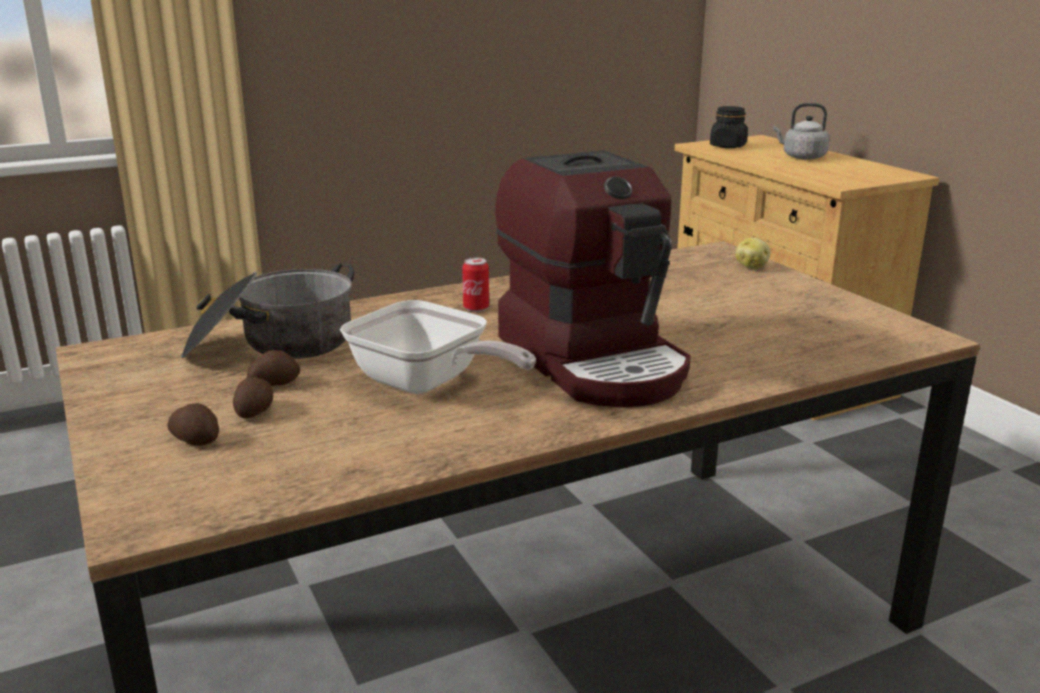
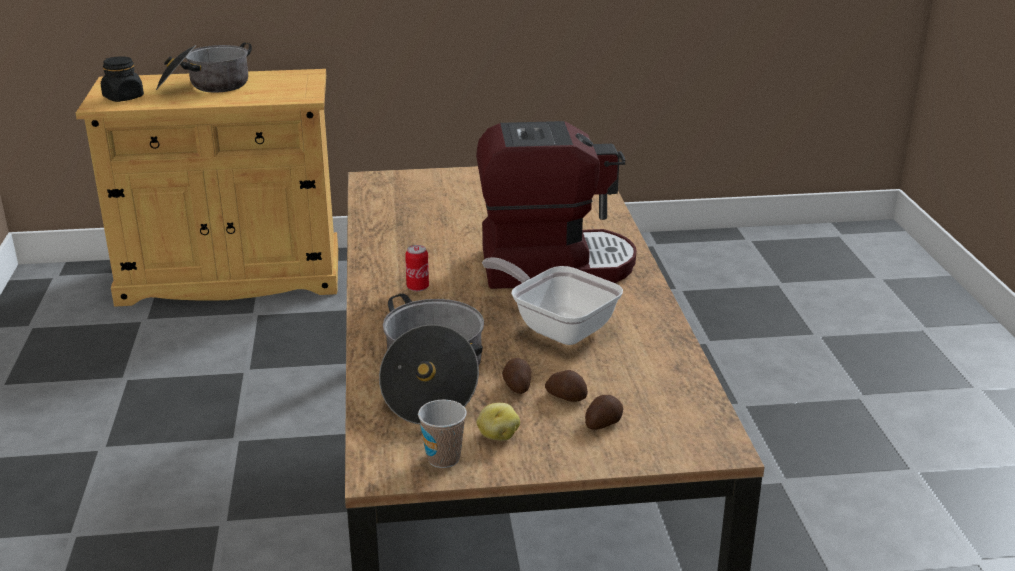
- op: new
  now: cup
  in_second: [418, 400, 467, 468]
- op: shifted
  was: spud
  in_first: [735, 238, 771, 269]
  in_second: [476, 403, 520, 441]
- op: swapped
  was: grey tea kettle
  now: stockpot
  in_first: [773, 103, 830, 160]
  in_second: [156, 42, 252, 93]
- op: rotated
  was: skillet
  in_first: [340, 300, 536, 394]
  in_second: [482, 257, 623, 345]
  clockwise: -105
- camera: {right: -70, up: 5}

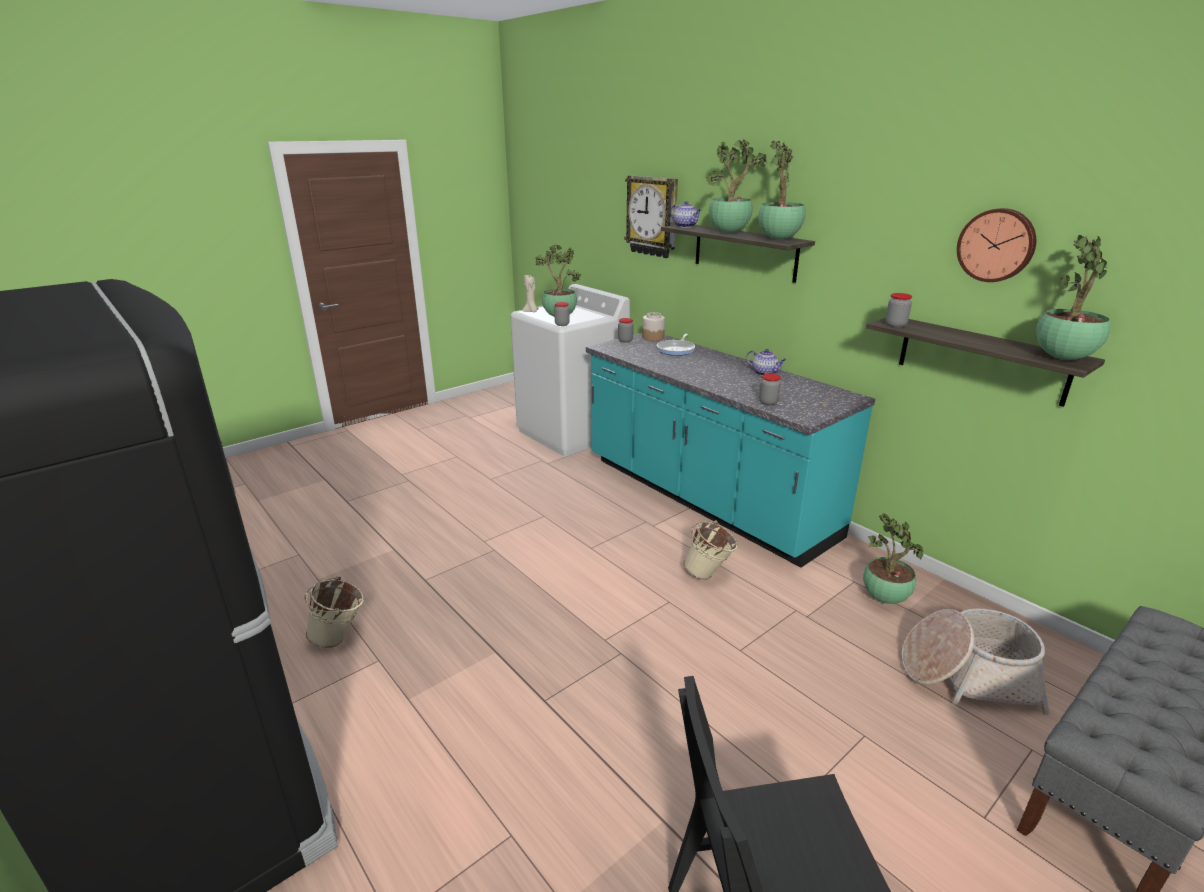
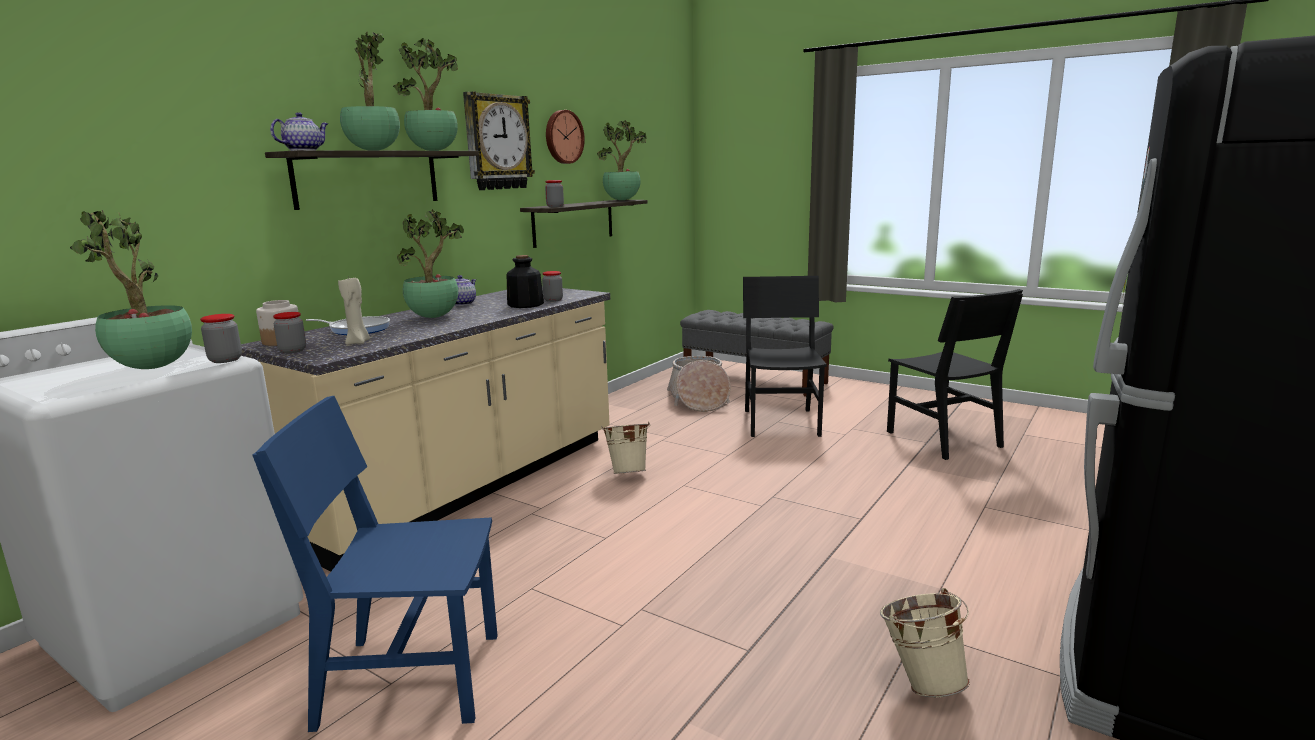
- op: new
  now: blue upright chair
  in_second: [253, 396, 498, 732]
- op: new
  now: beverage bottle
  in_second: [507, 255, 544, 308]
- op: new
  now: blackish upright chair
  in_second: [743, 276, 827, 437]
- op: shifted
  was: sand-coloured wax light
  in_first: [522, 274, 539, 312]
  in_second: [338, 276, 370, 345]
- op: shifted
  was: clock on the wall
  in_first: [624, 175, 678, 258]
  in_second: [463, 91, 535, 190]
- op: shifted
  was: plant in a pot
  in_first: [863, 513, 923, 604]
  in_second: [397, 209, 464, 318]
- op: repainted
  was: blue-green kitchen counter
  now: sand-coloured kitchen counter
  in_first: [586, 333, 875, 568]
  in_second: [241, 286, 610, 571]
- camera: {right: -105, up: -10}

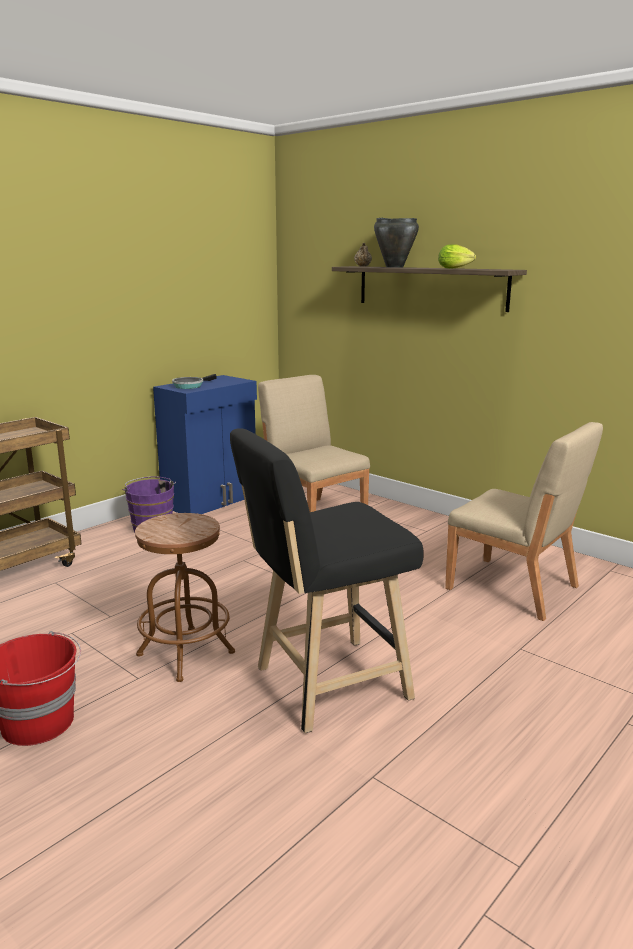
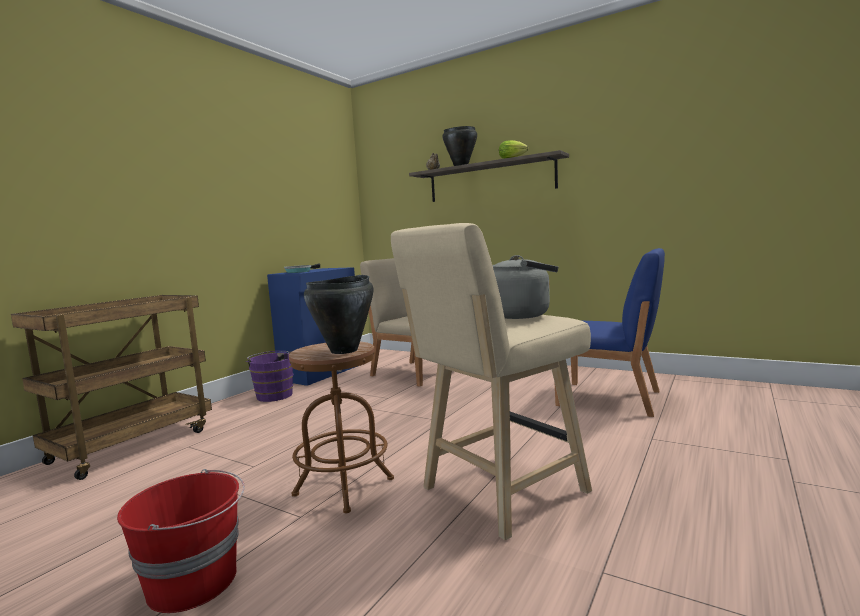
- op: new
  now: blackish stockpot
  in_second: [304, 275, 373, 354]
- op: new
  now: grey tea kettle
  in_second: [492, 255, 558, 319]
- op: repainted
  was: blackish stool
  now: sand-coloured stool
  in_first: [230, 428, 424, 733]
  in_second: [391, 223, 592, 541]
- op: repainted
  was: sand-coloured upright chair
  now: blue upright chair
  in_first: [445, 422, 603, 621]
  in_second: [555, 248, 665, 417]
- camera: {right: -10, up: -10}

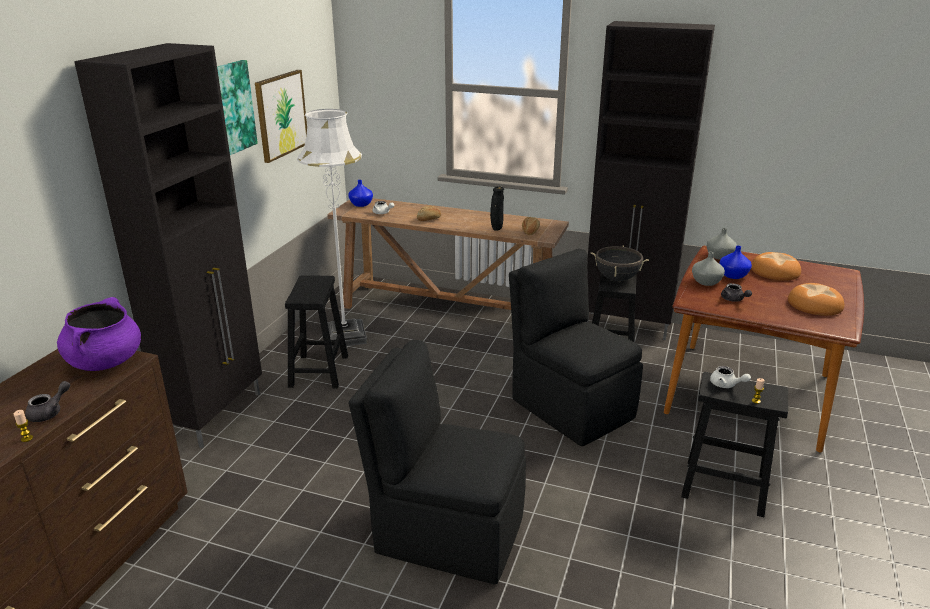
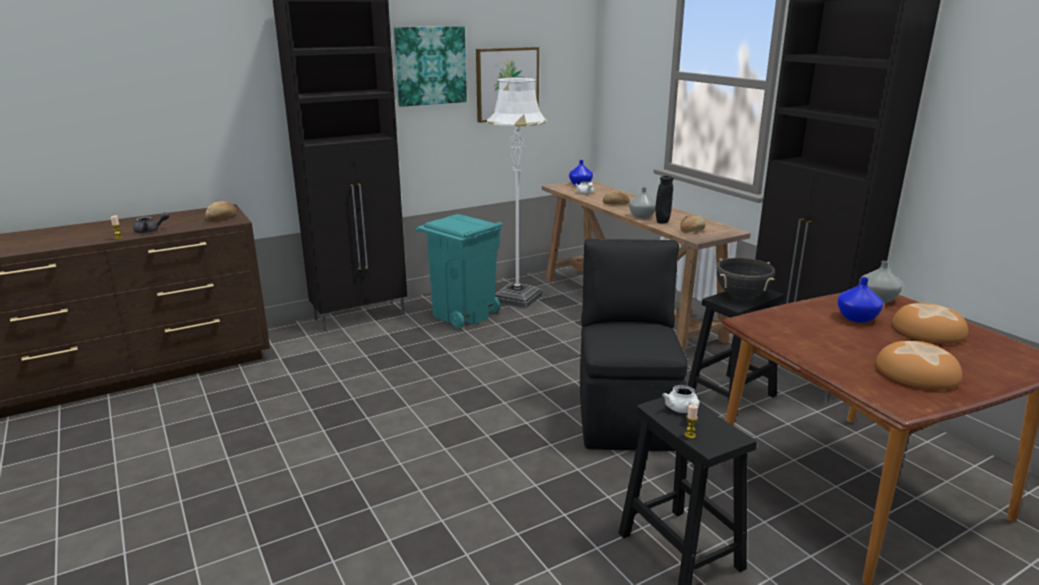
- op: gone
  was: blackish upright chair
  in_first: [349, 340, 526, 585]
- op: gone
  was: grey teapot
  in_first: [721, 283, 752, 302]
- op: shifted
  was: grey decorative vase
  in_first: [692, 252, 725, 286]
  in_second: [629, 187, 656, 218]
- op: swapped
  was: purplish stockpot
  now: bread
  in_first: [57, 297, 141, 371]
  in_second: [205, 201, 236, 221]
- op: swapped
  was: blackish stool
  now: blue-green waste bin
  in_first: [285, 275, 348, 388]
  in_second: [416, 214, 503, 328]
- camera: {right: 40, up: -5}

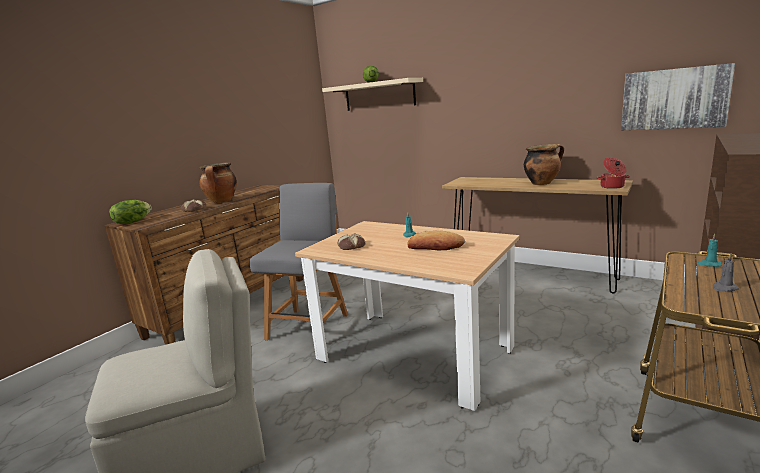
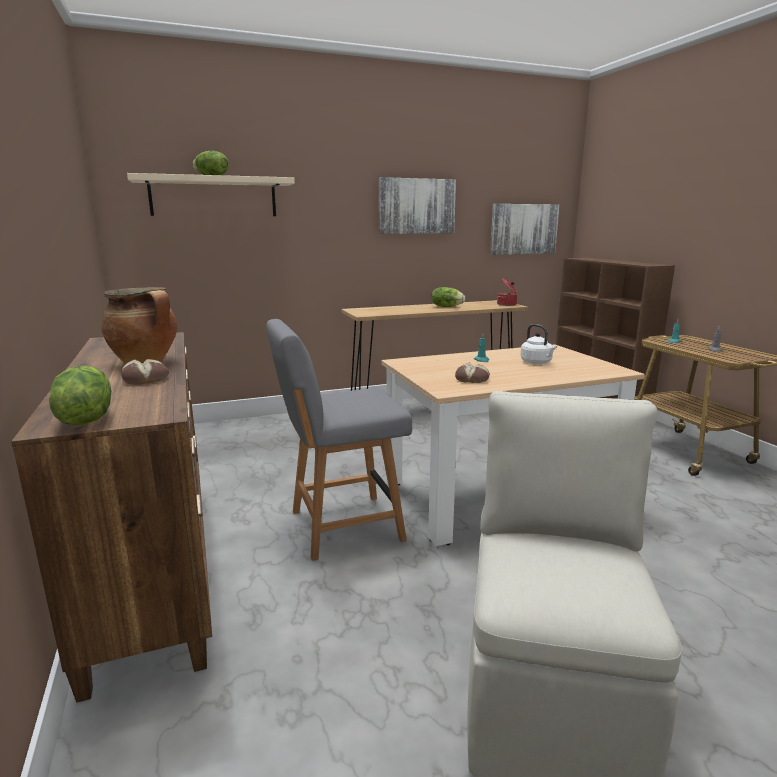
- op: new
  now: wall art
  in_second: [379, 177, 456, 234]
- op: swapped
  was: bread
  now: white-coloured tea kettle
  in_first: [407, 231, 465, 250]
  in_second: [520, 324, 557, 364]
- op: swapped
  was: stockpot
  now: lettuce
  in_first: [524, 144, 564, 185]
  in_second: [431, 287, 465, 307]
- op: rotated
  was: grey upright chair
  in_first: [249, 183, 348, 341]
  in_second: [266, 319, 412, 561]
  clockwise: -75
- camera: {right: -55, up: 0}

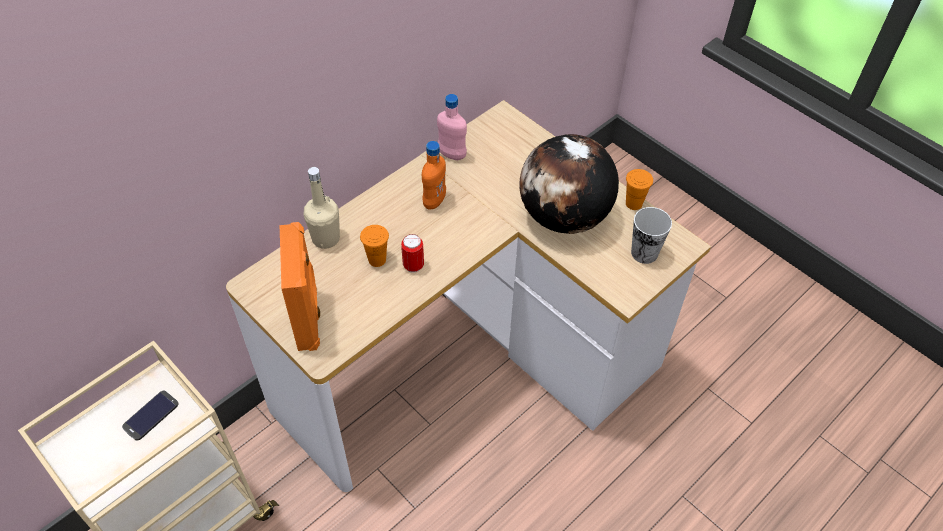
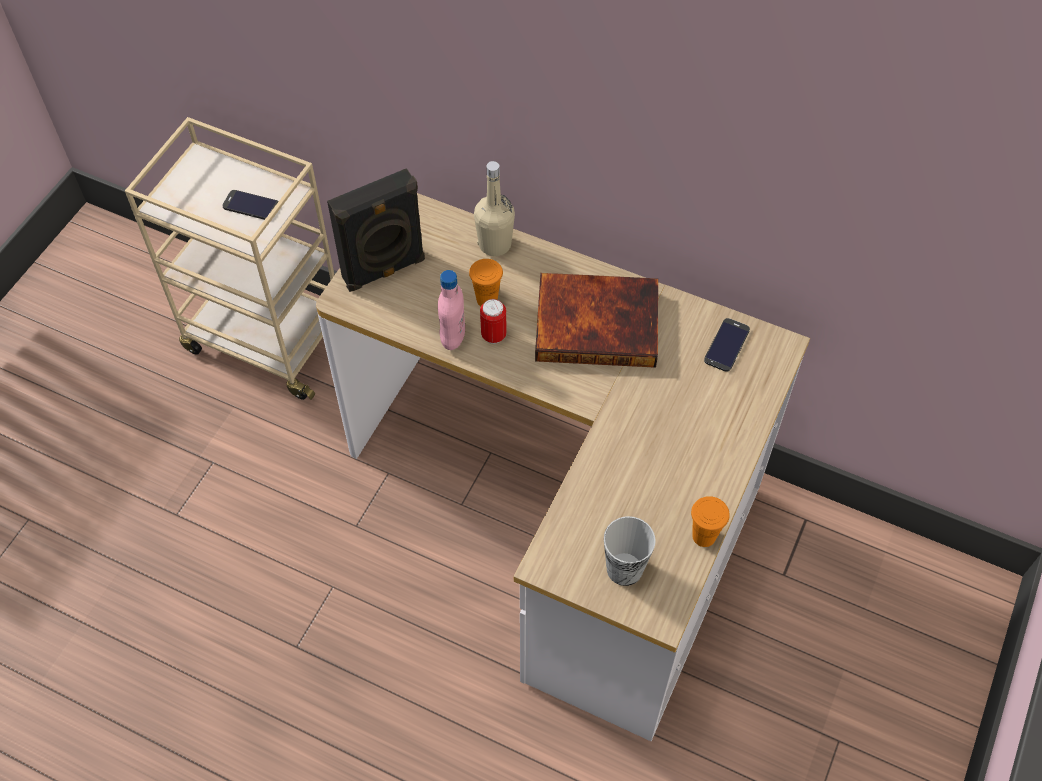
- op: gone
  was: world globe
  in_first: [519, 134, 619, 234]
- op: new
  now: telephone
  in_second: [704, 318, 750, 372]
- op: shifted
  was: pink-coloured beverage bottle
  in_first: [437, 94, 467, 160]
  in_second: [438, 270, 465, 350]
- op: swapped
  was: orange beverage bottle
  now: bound book
  in_first: [422, 141, 446, 210]
  in_second: [535, 273, 658, 368]
- op: repainted
  was: orange loudspeaker
  now: blackish loudspeaker
  in_first: [280, 222, 320, 351]
  in_second: [327, 168, 425, 292]
- camera: {right: 70, up: 5}

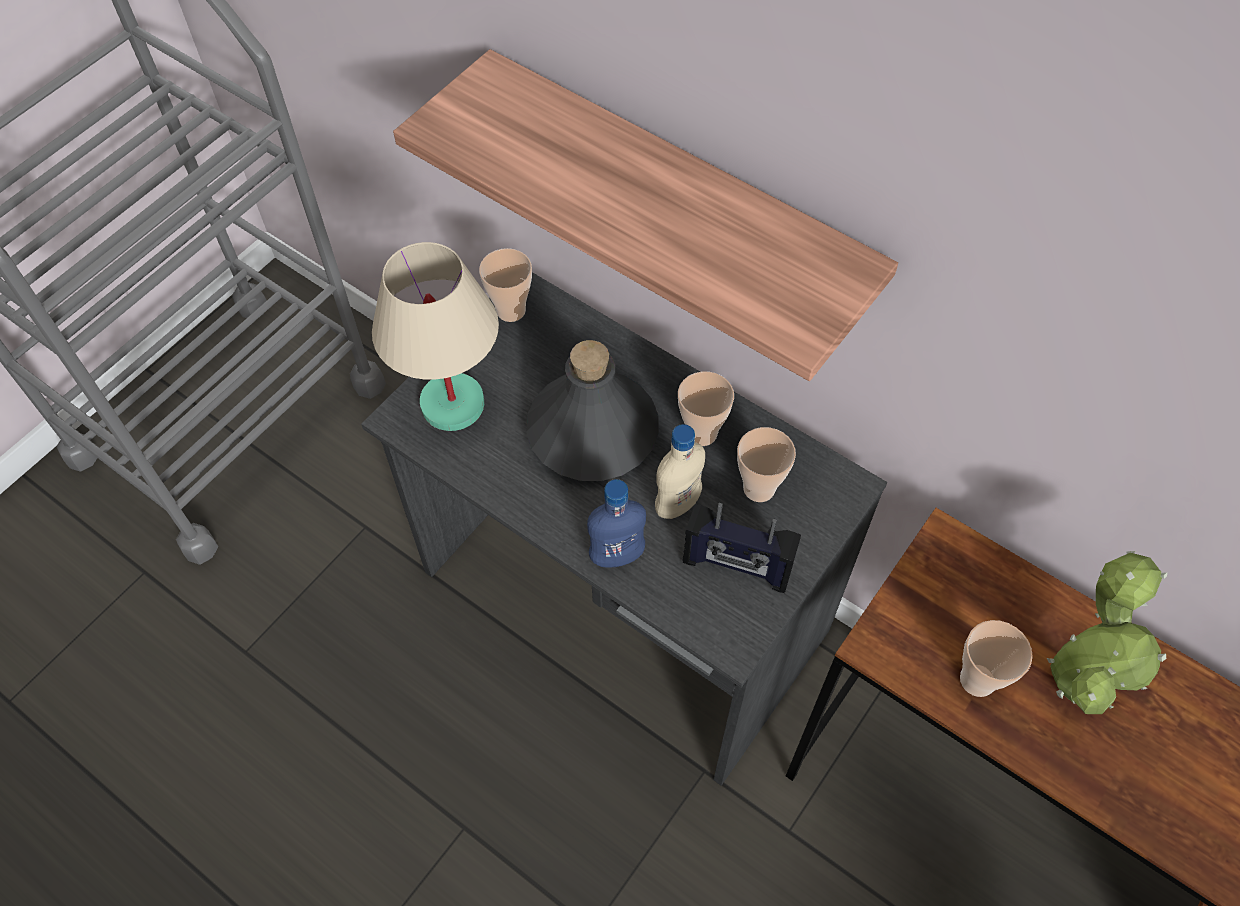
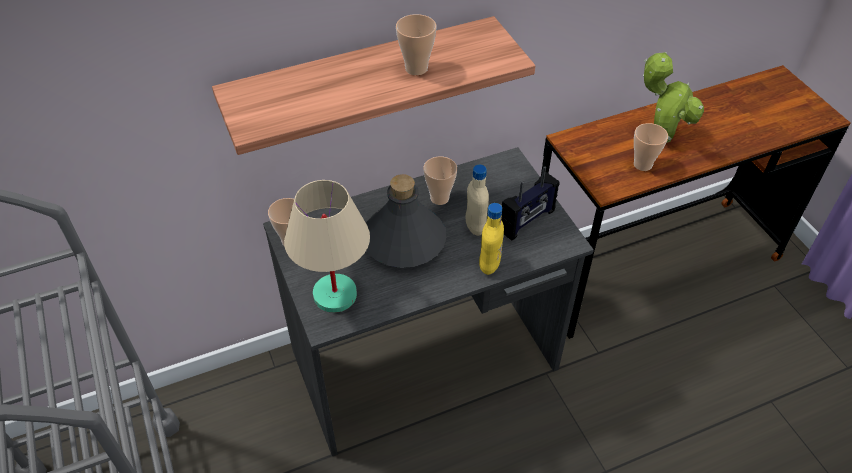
- op: shifted
  was: cup
  in_first: [737, 427, 796, 502]
  in_second: [396, 14, 436, 75]
- op: repainted
  was: blue beverage bottle
  now: yellowish beverage bottle
  in_first: [587, 479, 646, 568]
  in_second: [479, 203, 504, 275]
- camera: {right: -60, up: -10}

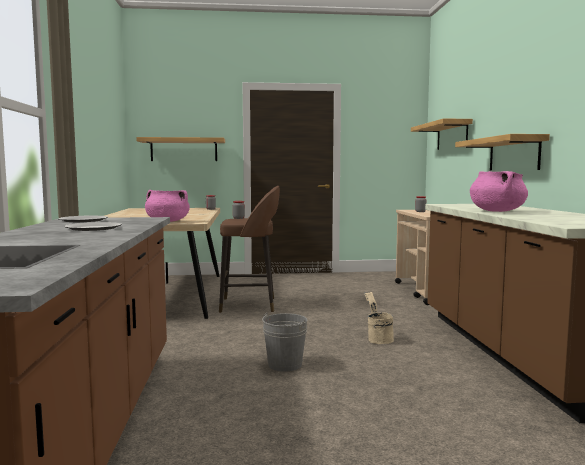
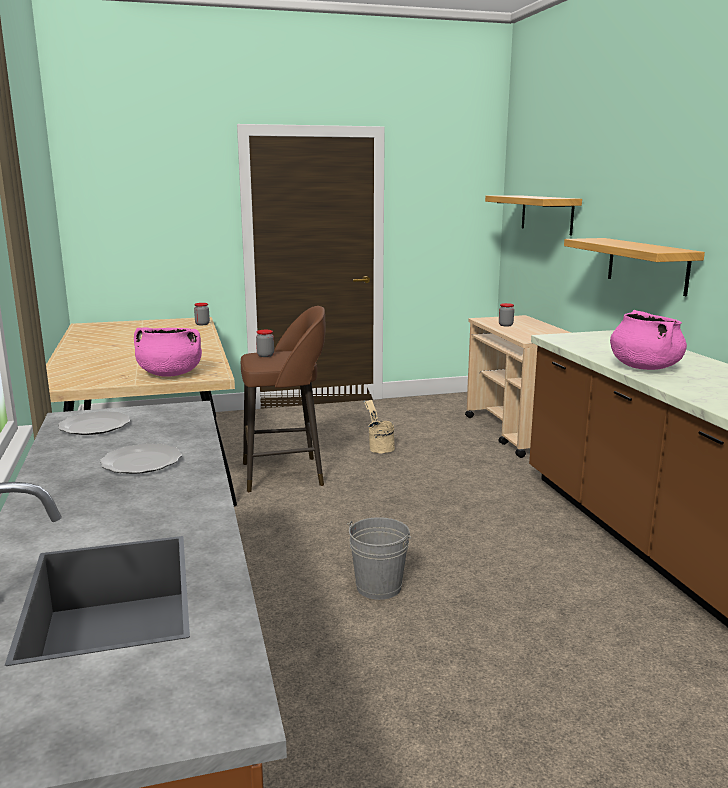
- op: gone
  was: shelf
  in_first: [136, 137, 225, 161]
- op: shifted
  was: sand-coloured pail
  in_first: [364, 292, 394, 344]
  in_second: [364, 400, 395, 453]
- camera: {right: -10, up: 10}

